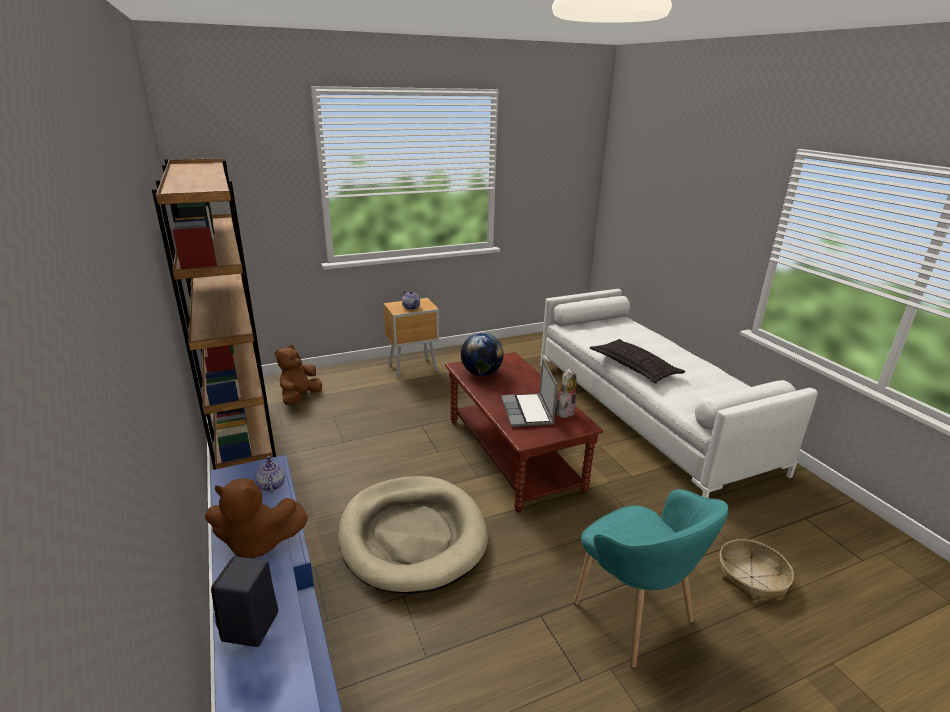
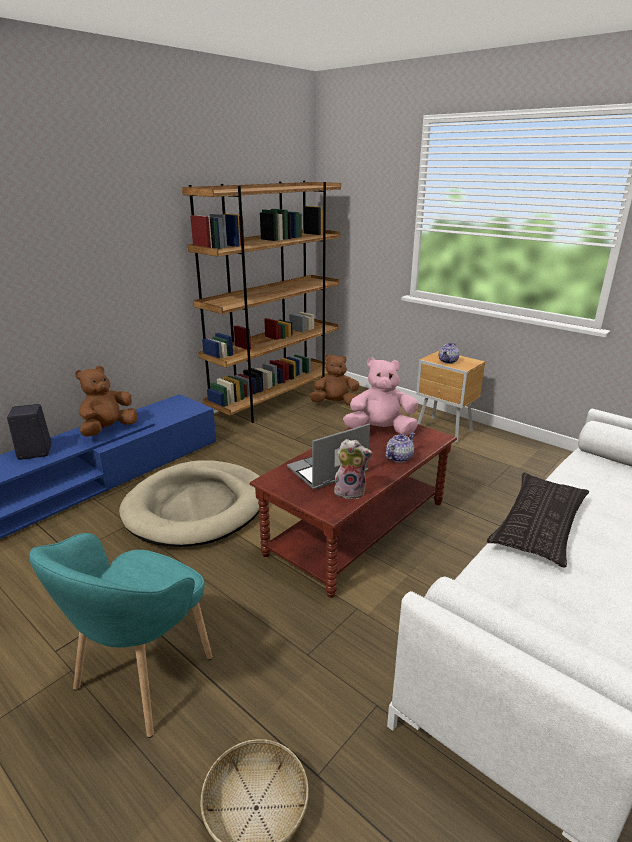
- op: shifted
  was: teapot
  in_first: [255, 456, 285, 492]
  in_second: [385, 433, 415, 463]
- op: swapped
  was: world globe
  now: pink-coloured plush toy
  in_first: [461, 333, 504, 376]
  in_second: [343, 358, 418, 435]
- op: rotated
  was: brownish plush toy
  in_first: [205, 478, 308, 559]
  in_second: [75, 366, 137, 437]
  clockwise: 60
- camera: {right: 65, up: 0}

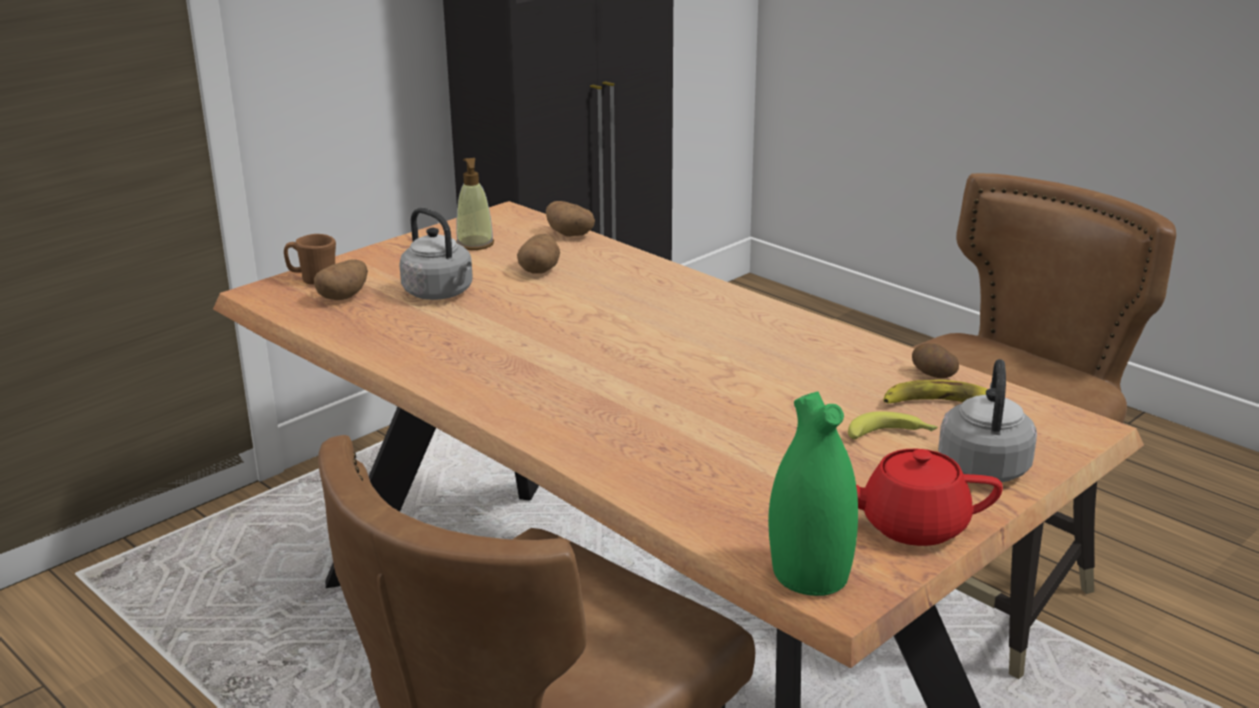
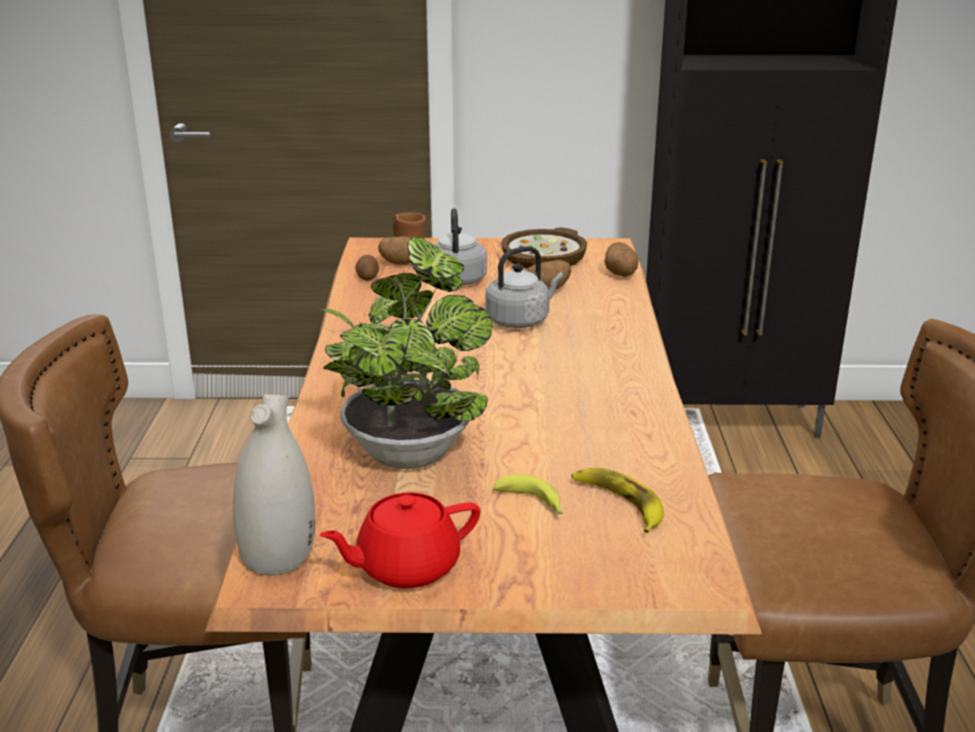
- op: new
  now: plant in a pot
  in_second: [323, 237, 493, 469]
- op: shifted
  was: spud
  in_first: [912, 343, 959, 378]
  in_second: [355, 255, 379, 280]
- op: shifted
  was: grey tea kettle
  in_first: [938, 359, 1037, 482]
  in_second: [485, 246, 563, 328]
- op: swapped
  was: soap dispenser
  now: deep dish
  in_first: [456, 158, 494, 250]
  in_second: [501, 227, 587, 269]
- op: repainted
  was: green-coloured decorative vase
  now: white-coloured decorative vase
  in_first: [768, 392, 858, 596]
  in_second: [233, 394, 315, 576]
- op: rotated
  was: red-coloured teapot
  in_first: [856, 449, 1003, 546]
  in_second: [319, 492, 480, 588]
  clockwise: -75
- camera: {right: 45, up: 0}

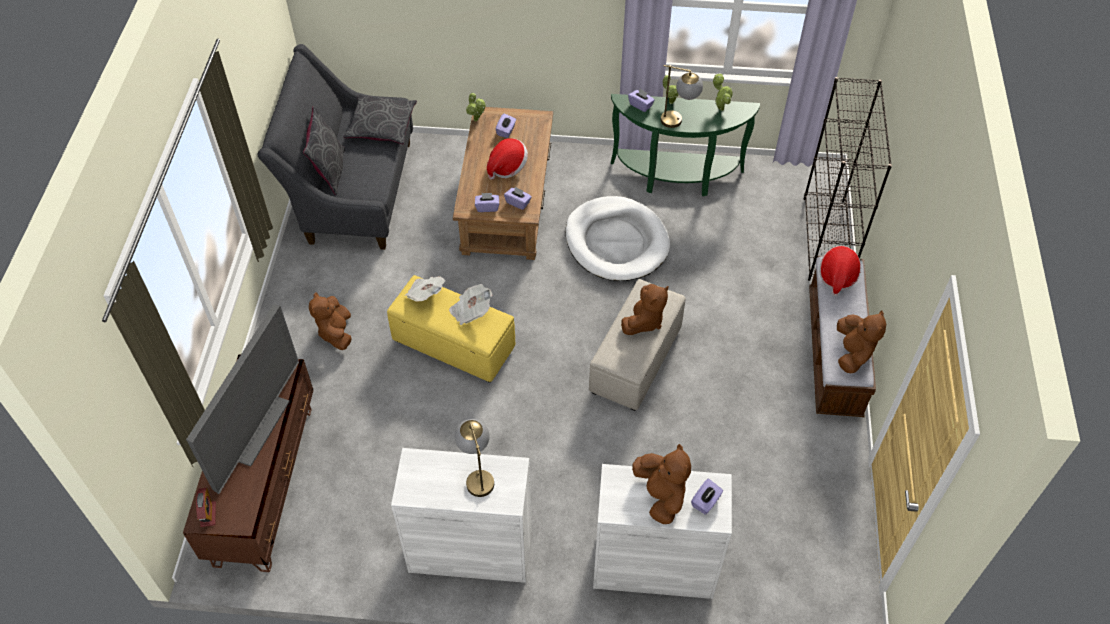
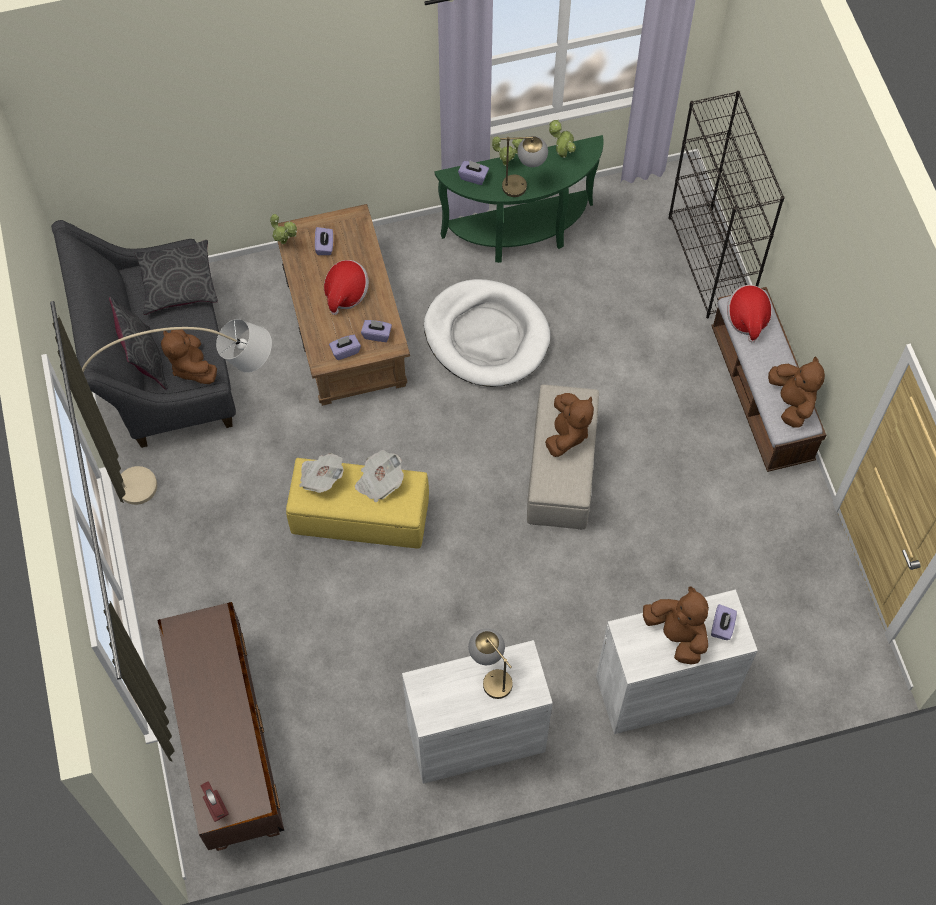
- op: gone
  was: TV set
  in_first: [186, 305, 299, 494]
- op: new
  now: sand-coloured standard lamp
  in_second: [82, 319, 272, 505]
- op: shifted
  was: brownish plush toy
  in_first: [309, 292, 352, 350]
  in_second: [161, 330, 217, 384]
- camera: {right: -20, up: 10}

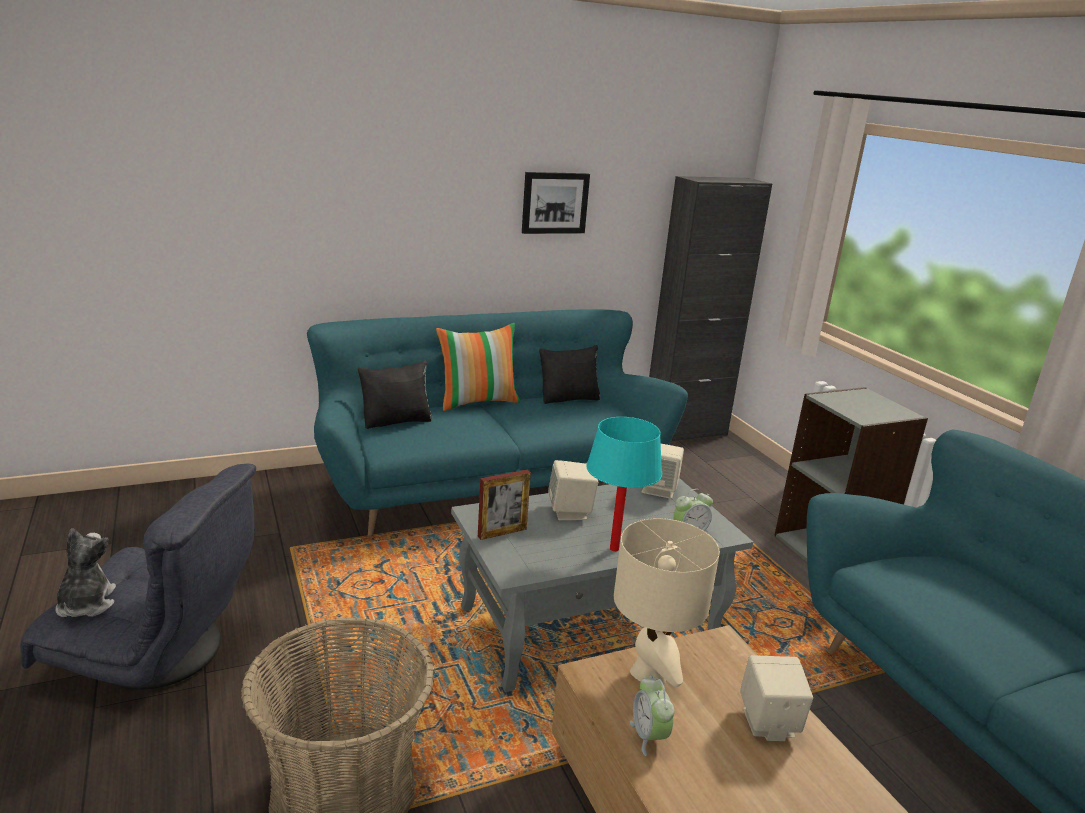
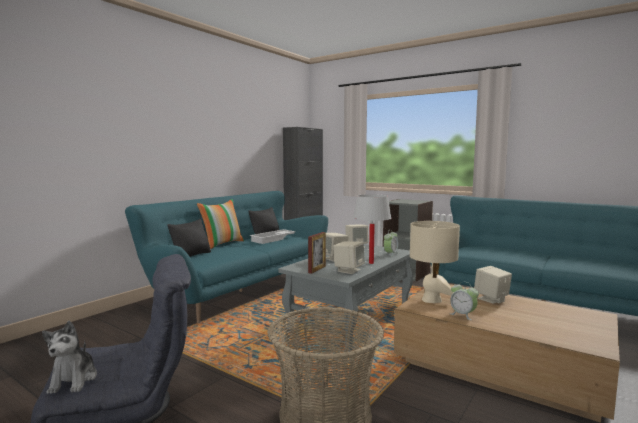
- op: gone
  was: wall art
  in_first: [522, 172, 590, 234]
- op: new
  now: white-coloured serving tray
  in_second: [250, 229, 296, 244]
- op: new
  now: sand-coloured loudspeaker
  in_second: [333, 241, 365, 274]
- op: repainted
  was: blue-green lamp for a table
  now: white-coloured lamp for a table
  in_first: [586, 417, 662, 552]
  in_second: [353, 194, 391, 264]
- op: rotated
  was: plush toy
  in_first: [56, 528, 116, 617]
  in_second: [42, 320, 97, 394]
  clockwise: -150
- camera: {right: -30, up: -15}

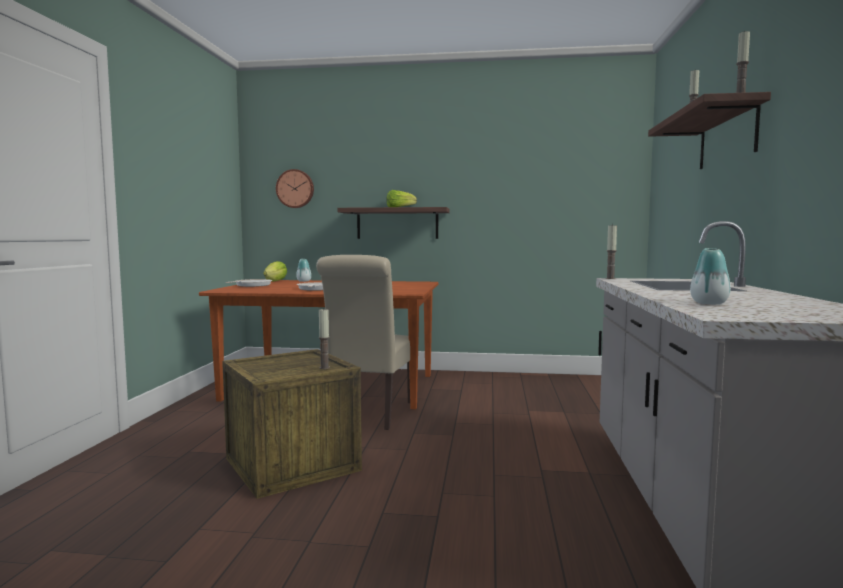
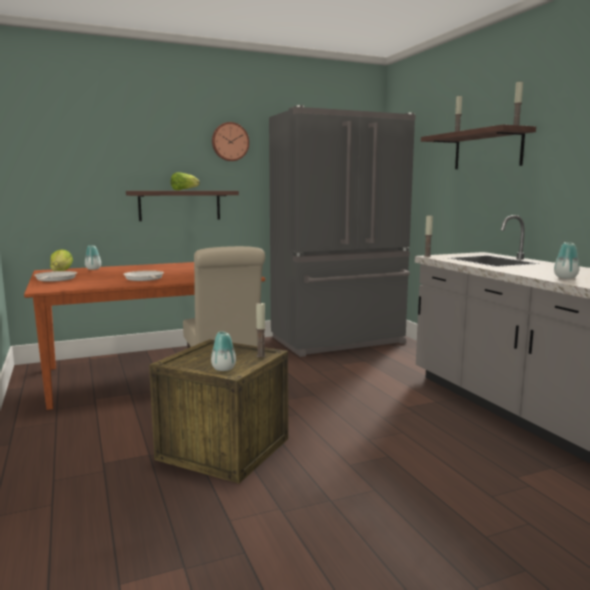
- op: new
  now: decorative vase
  in_second: [211, 332, 236, 371]
- op: new
  now: grey kitchen fridge
  in_second: [269, 105, 415, 357]
- op: shifted
  was: clock on the wall
  in_first: [276, 169, 314, 208]
  in_second: [212, 122, 249, 161]
- camera: {right: -30, up: 5}

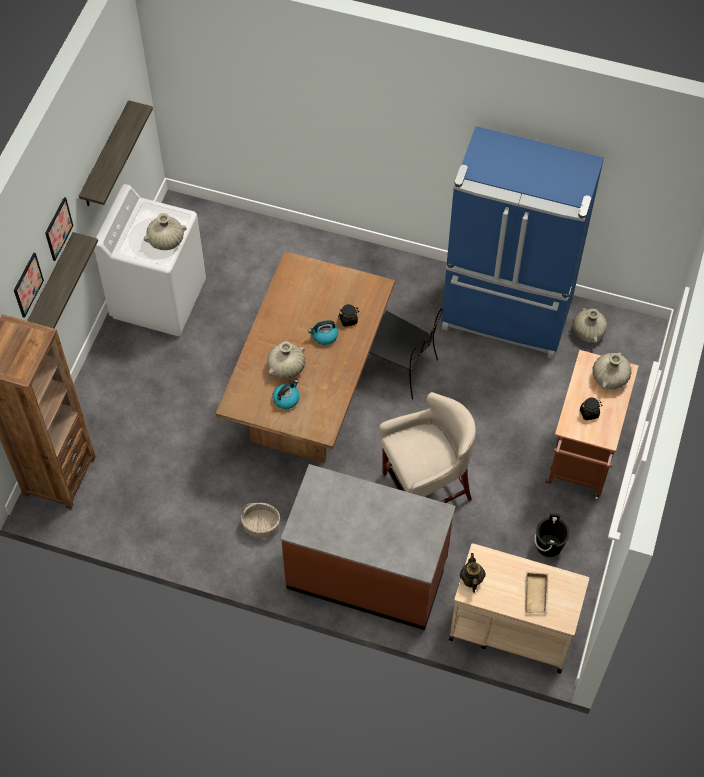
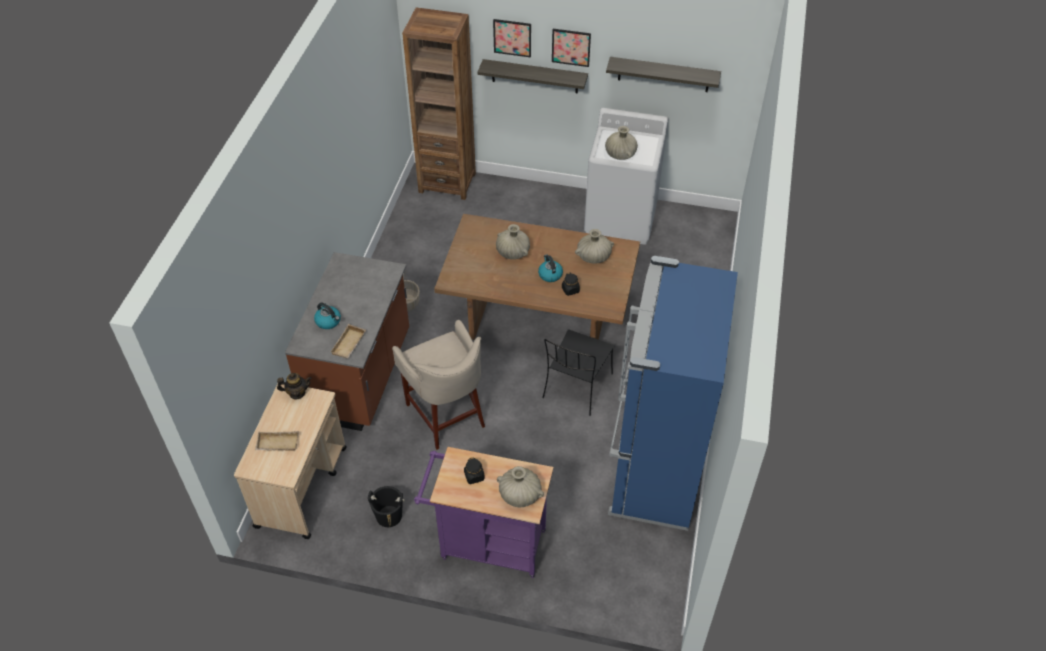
- op: new
  now: sand-coloured serving tray
  in_second: [330, 324, 366, 358]
- op: shifted
  was: tea kettle
  in_first: [272, 380, 300, 409]
  in_second: [314, 302, 341, 329]
- op: shifted
  was: sand-coloured decorative vase
  in_first: [572, 308, 607, 343]
  in_second: [575, 229, 614, 264]
- op: repainted
  was: brownish wheeled cart
  now: purplish wheeled cart
  in_first: [545, 350, 639, 499]
  in_second: [414, 447, 553, 578]
- camera: {right: 85, up: -10}

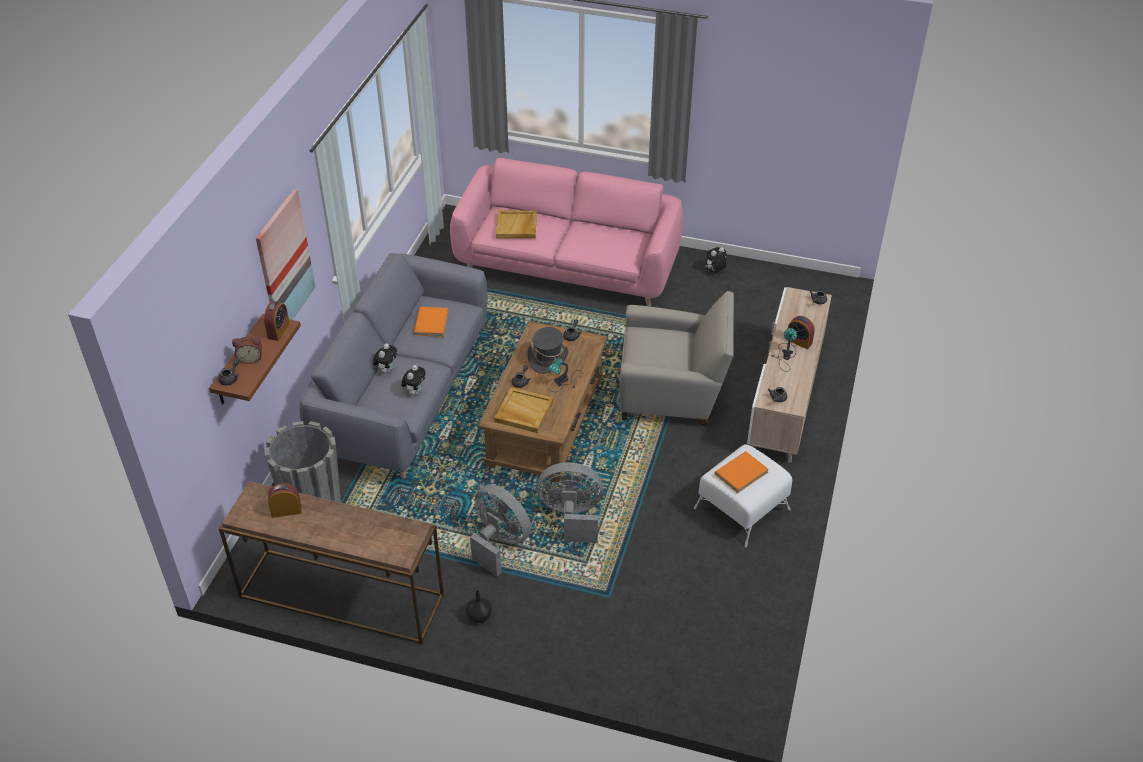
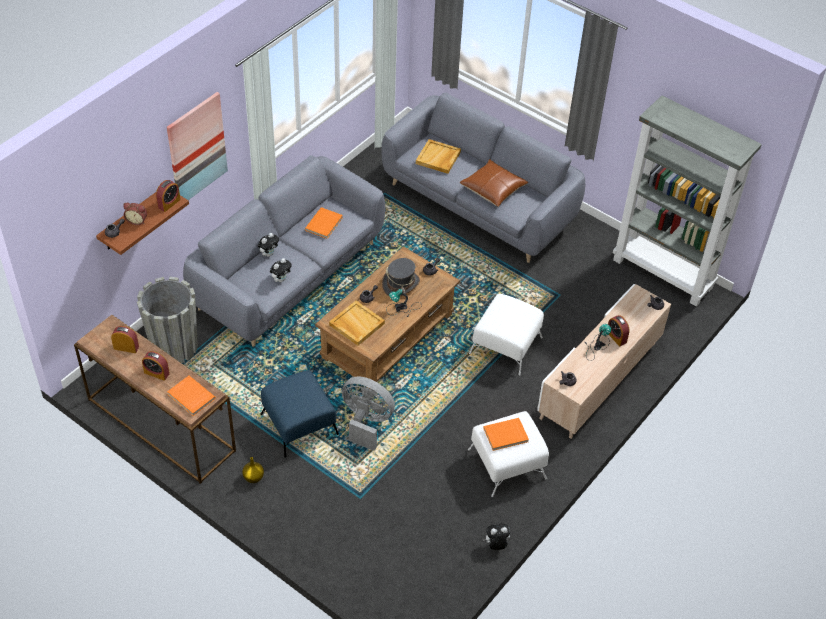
- op: new
  now: bedside clock
  in_second: [142, 351, 170, 381]
- op: new
  now: orange bound book
  in_second: [167, 376, 216, 416]
- op: new
  now: brownish cushion
  in_second: [460, 159, 528, 207]
- op: new
  now: grey bookcase
  in_second: [613, 96, 762, 307]
- op: shifted
  was: plush toy
  in_first: [705, 247, 727, 271]
  in_second: [483, 523, 510, 550]
- op: swapped
  was: grey electric fan
  now: blue pouffe
  in_first: [470, 484, 531, 576]
  in_second: [260, 370, 339, 458]
- op: swapped
  was: sand-coloured armchair
  now: white-coloured pouffe
  in_first: [619, 291, 734, 426]
  in_second: [469, 294, 544, 376]
- op: repainted
  was: pink-coloured settee
  now: grey settee
  in_first: [450, 157, 683, 307]
  in_second: [382, 93, 585, 263]
- op: repainted
  was: blackish decorative vase
  now: yellowish decorative vase
  in_first: [466, 590, 492, 623]
  in_second: [242, 457, 264, 483]
- camera: {right: 20, up: 5}

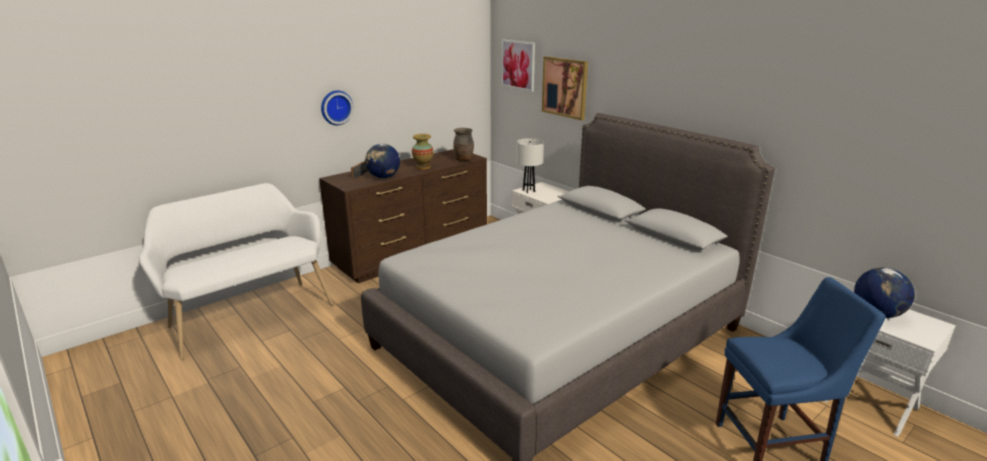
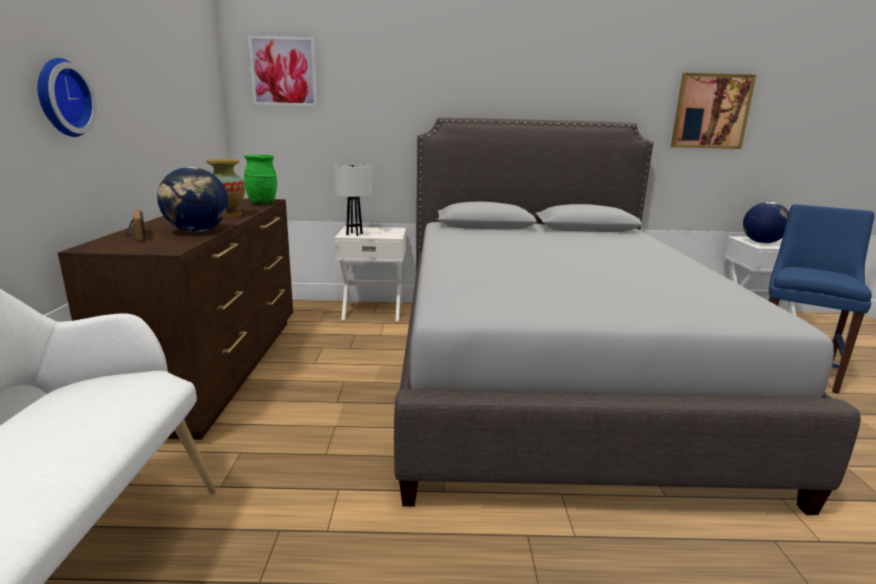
- op: shifted
  was: wall art
  in_first: [542, 56, 588, 120]
  in_second: [671, 73, 756, 149]
- op: repainted
  was: brownish decorative vase
  now: green-coloured decorative vase
  in_first: [453, 128, 474, 161]
  in_second: [244, 155, 277, 204]
- camera: {right: -50, up: -5}

